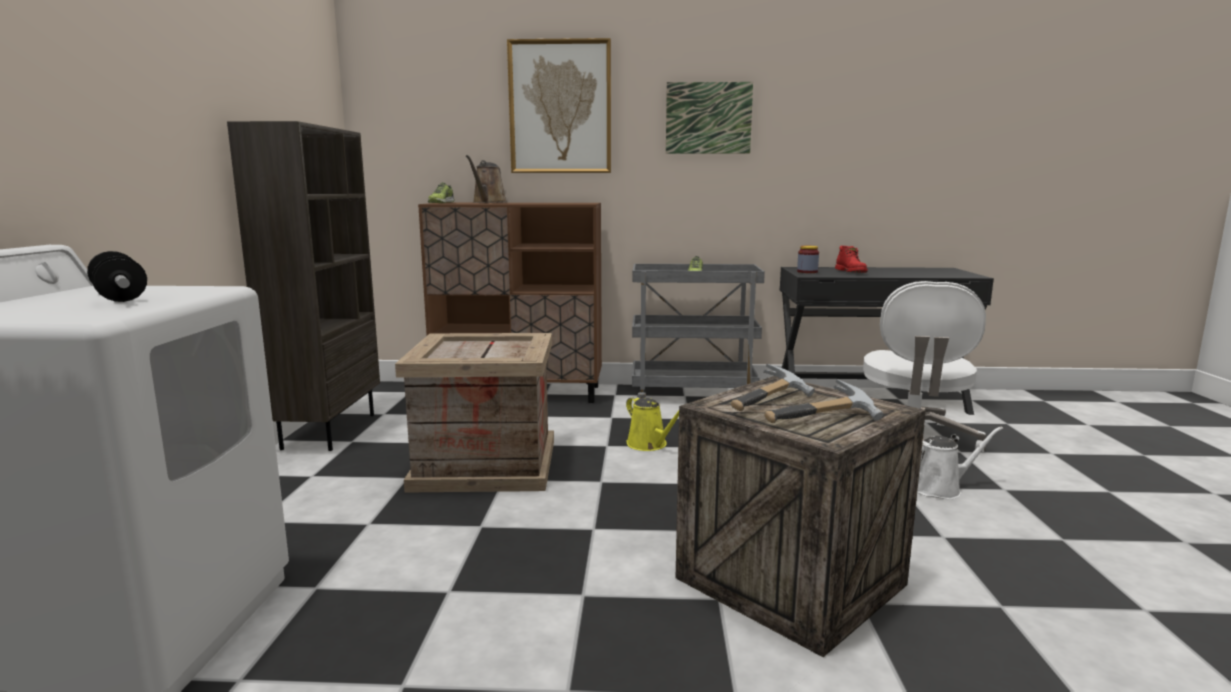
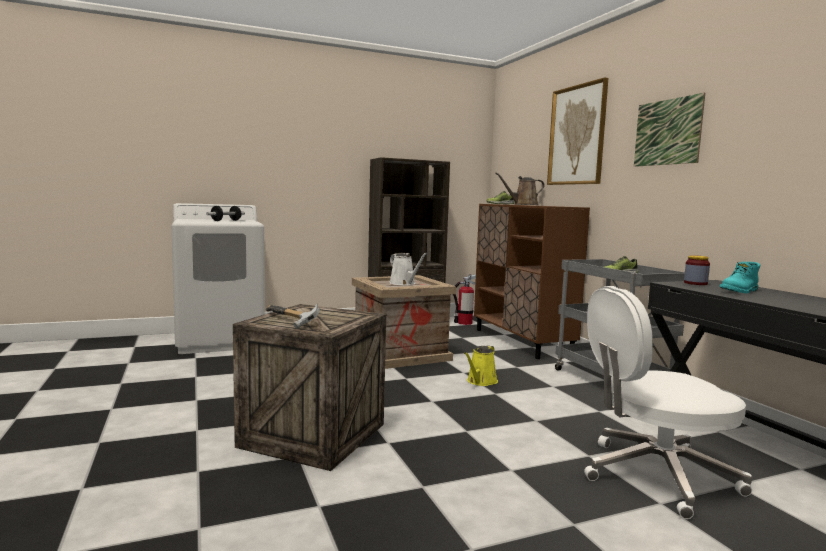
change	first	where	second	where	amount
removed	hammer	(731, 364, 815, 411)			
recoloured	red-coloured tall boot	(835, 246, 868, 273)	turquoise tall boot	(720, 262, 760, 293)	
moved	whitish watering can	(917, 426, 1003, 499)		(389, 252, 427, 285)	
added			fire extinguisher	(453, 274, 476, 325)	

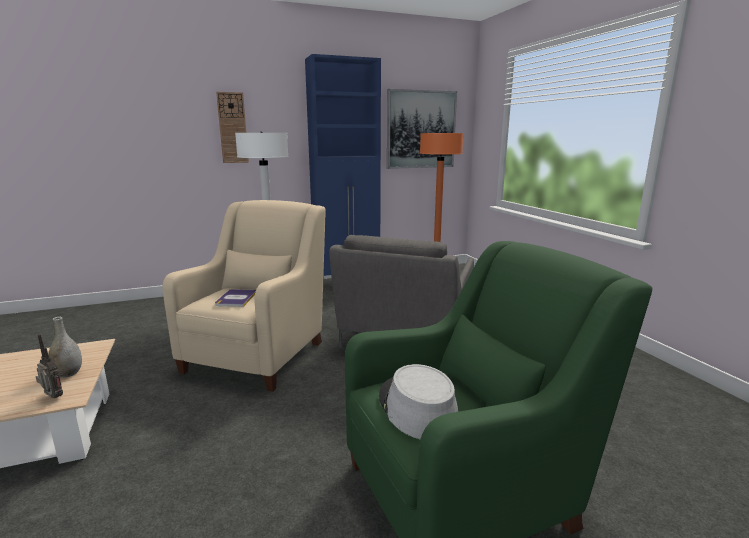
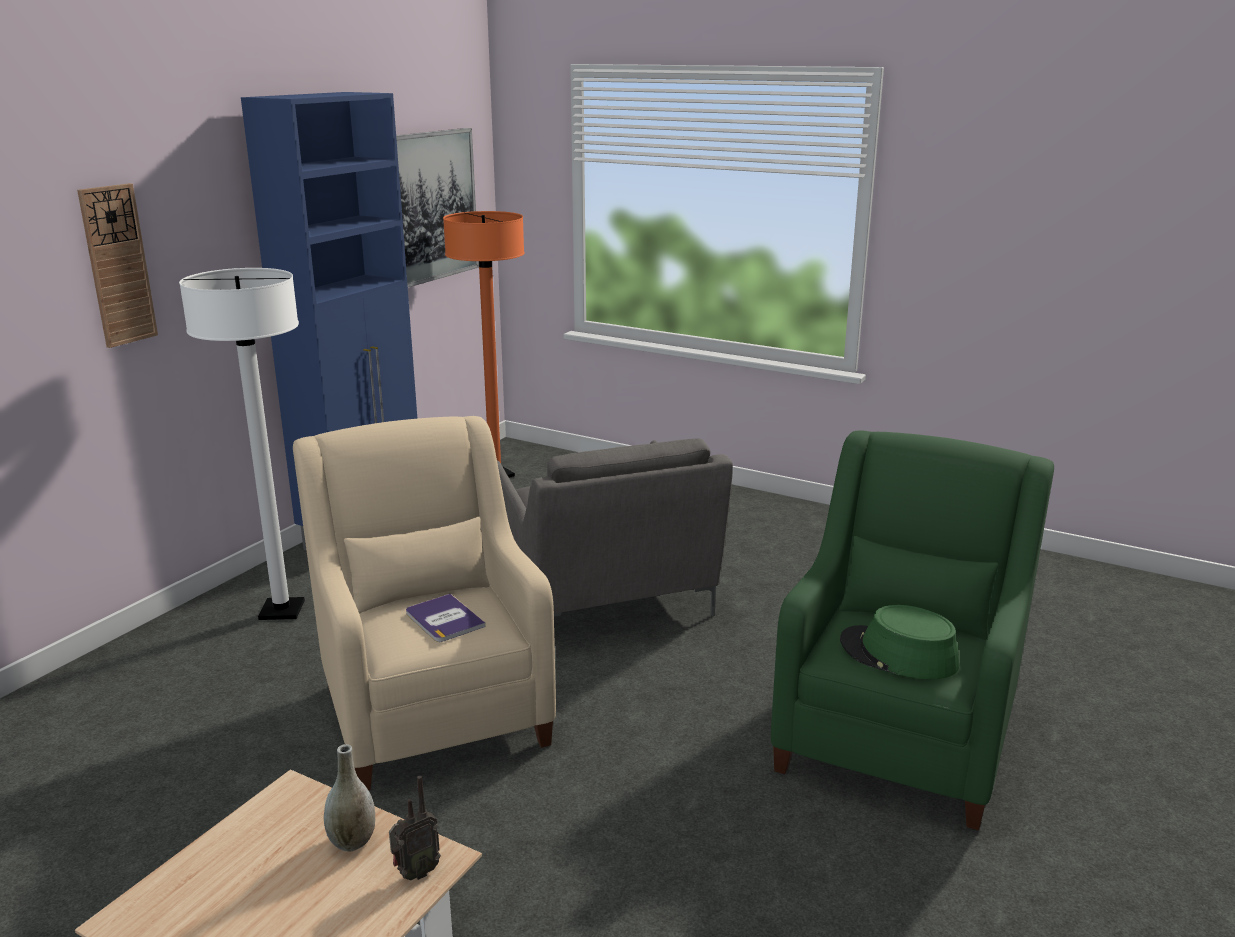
change	first	where	second	where	amount
turned	radio set	(36, 334, 63, 398)		(389, 776, 441, 880)	150 degrees clockwise
recoloured	greyish hat	(379, 364, 458, 439)	green-coloured hat	(840, 605, 959, 679)	

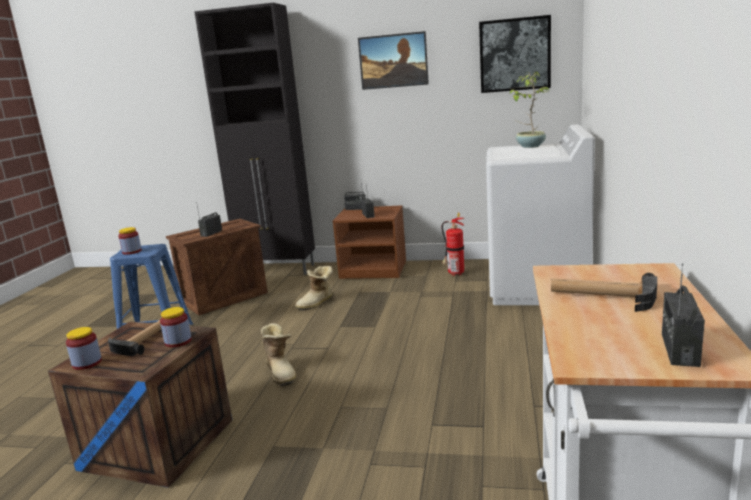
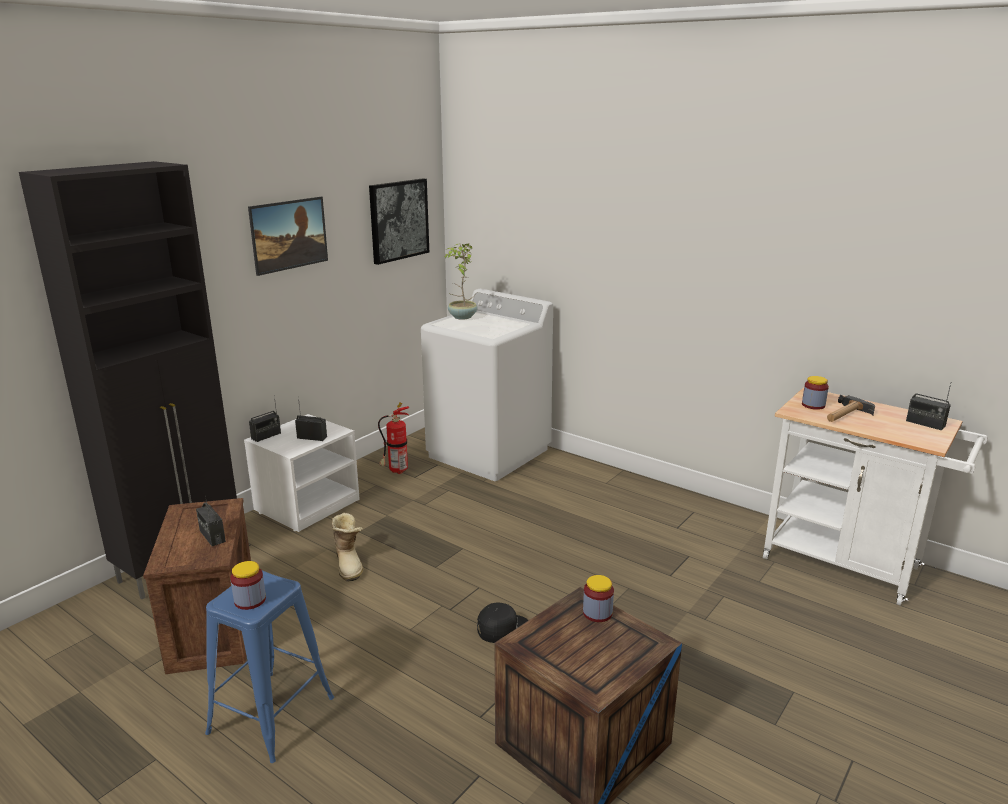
change	first	where	second	where	amount
moved	preserve jar	(66, 327, 102, 370)		(802, 376, 829, 410)	
removed	hammer	(108, 320, 161, 356)			
replaced	tall boot	(261, 323, 296, 386)	blackish cap	(477, 603, 529, 643)	
recoloured	brown nightstand	(333, 205, 406, 279)	whitish nightstand	(244, 414, 360, 532)	

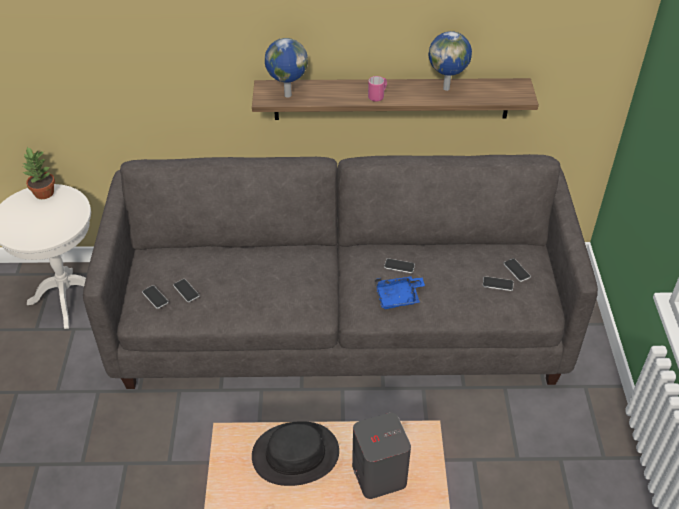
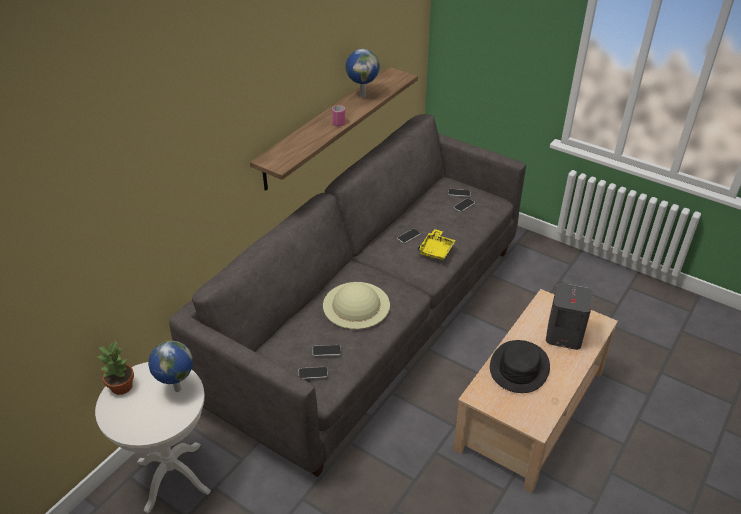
change	first	where	second	where	amount
moved	globe	(265, 38, 308, 98)		(148, 341, 193, 392)	
recoloured	bluish carrying tray	(375, 276, 425, 309)	yellow carrying tray	(418, 229, 456, 260)	
added			sand-coloured hat	(323, 282, 390, 329)	

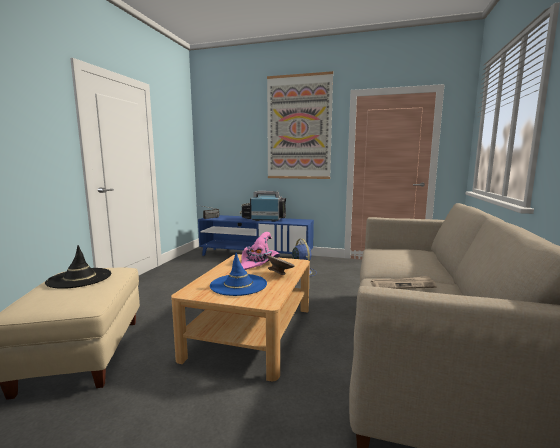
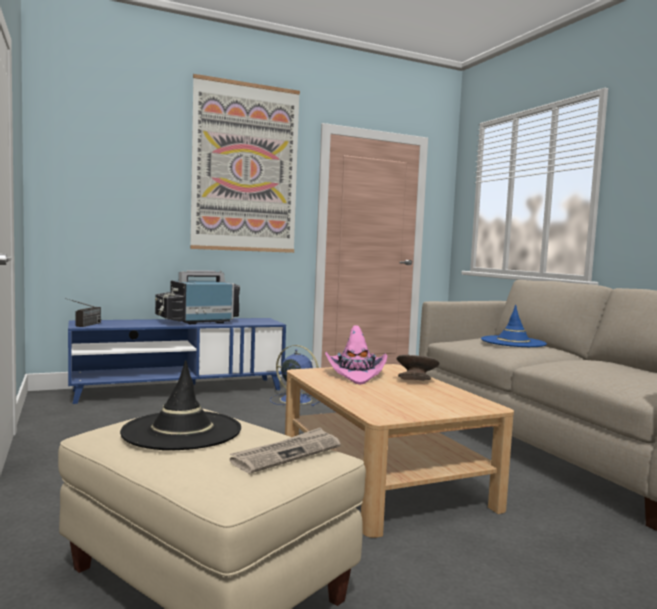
change	first	where	second	where	amount
moved	bluish hat	(210, 252, 267, 296)		(481, 305, 547, 347)	
moved	daily paper	(371, 276, 437, 289)		(230, 427, 341, 473)	

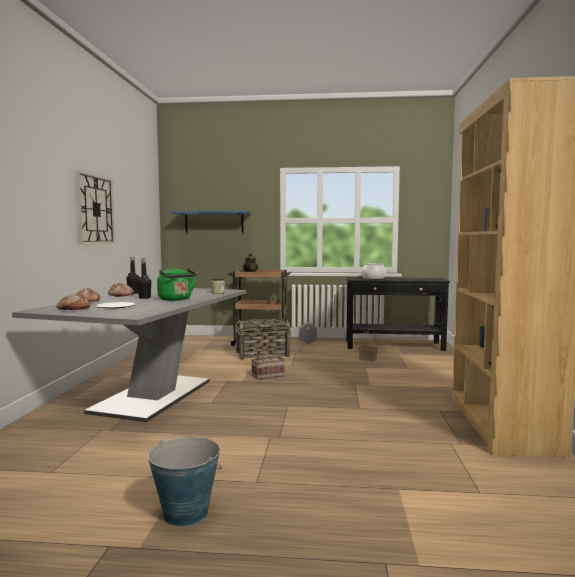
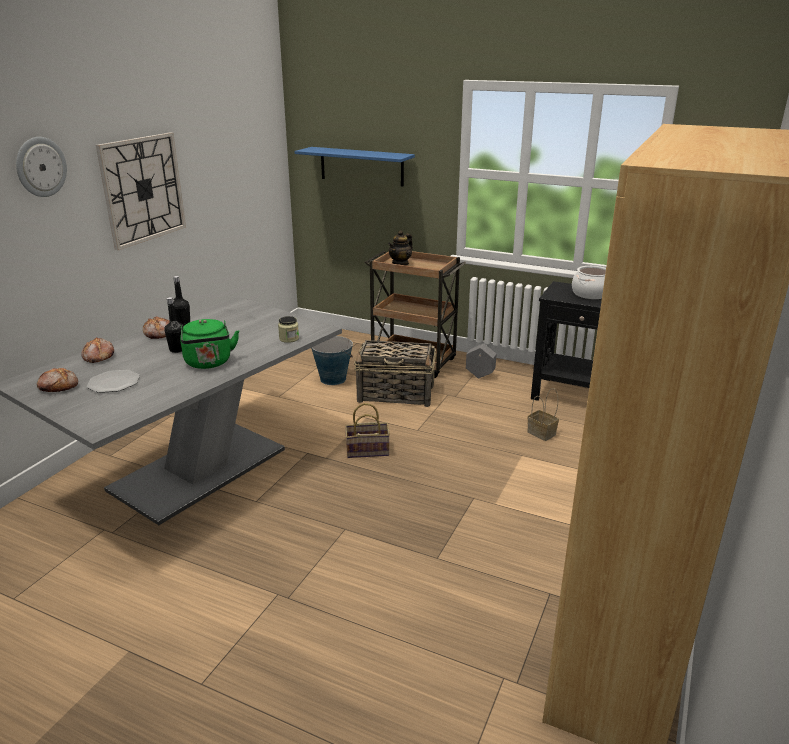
change	first	where	second	where	amount
moved	bucket	(148, 437, 222, 527)		(311, 336, 353, 385)	
added			wall clock	(16, 137, 67, 197)	

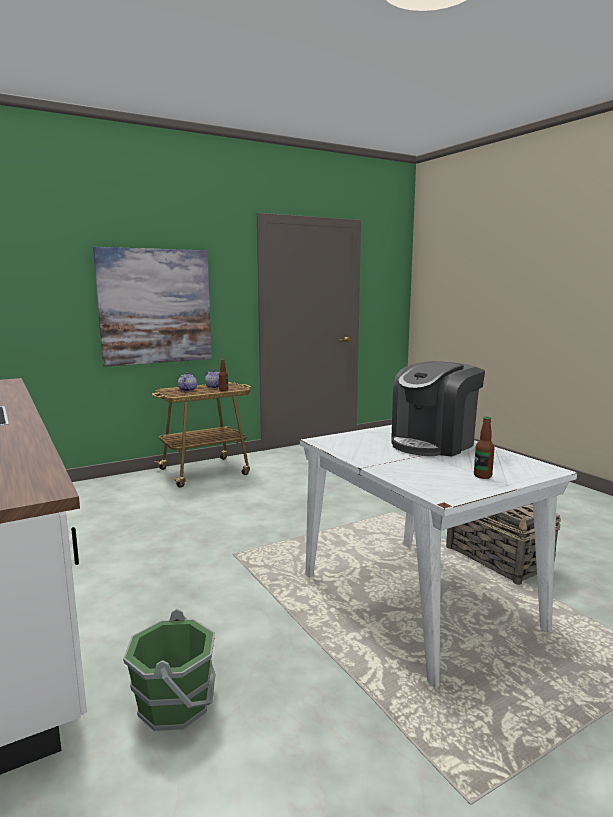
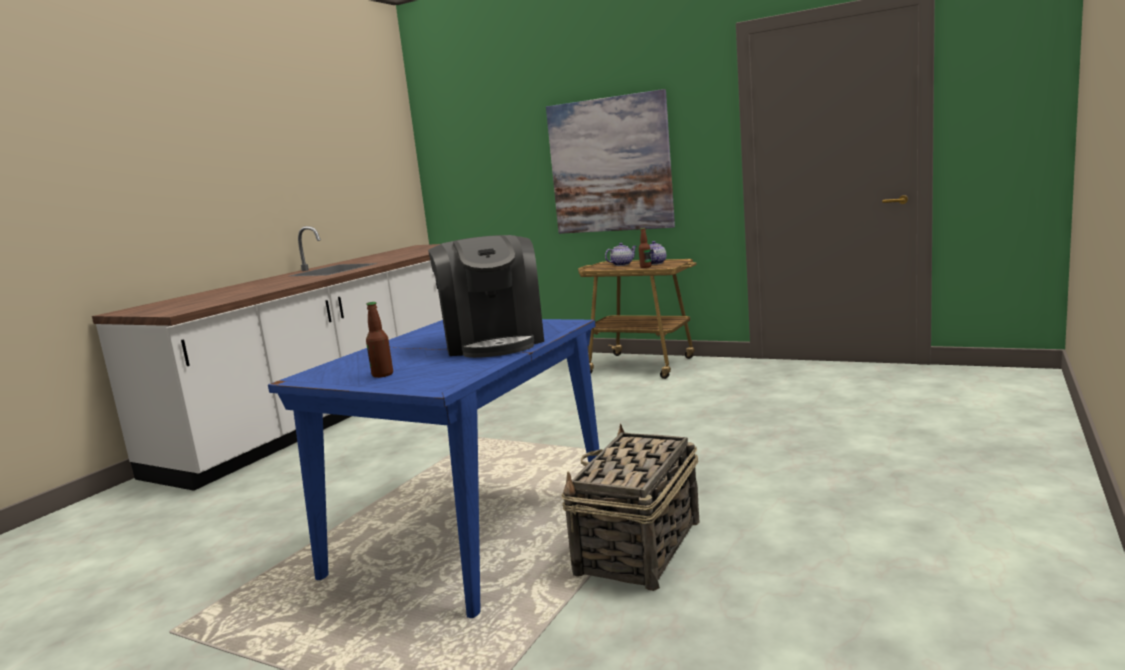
change	first	where	second	where	amount
removed	green-coloured bucket	(123, 609, 216, 731)			
recoloured	whitish dining table	(300, 425, 578, 687)	bluish dining table	(268, 319, 599, 618)	
turned	coffee maker	(391, 361, 485, 457)		(428, 235, 544, 358)	120 degrees counterclockwise

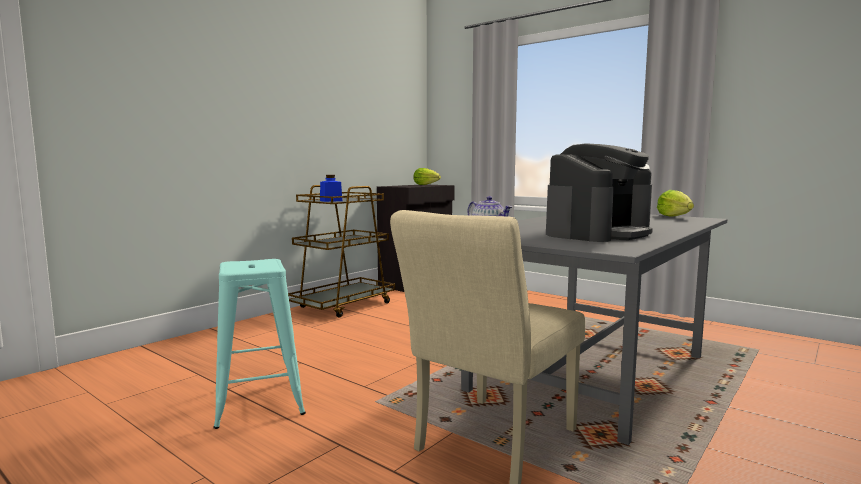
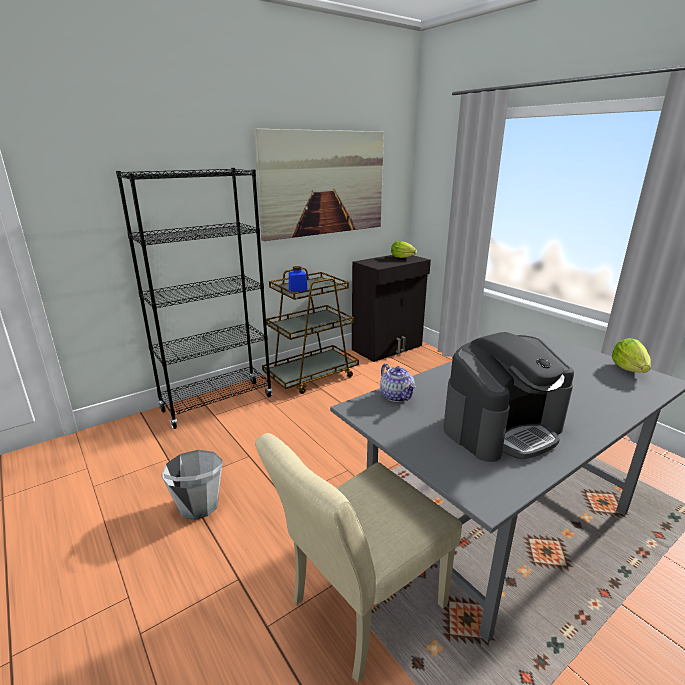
change	first	where	second	where	amount
replaced	turquoise sitting stool	(213, 259, 306, 429)	greyish bucket	(161, 450, 223, 520)	
added			blackish bookshelf	(116, 168, 272, 429)	
added			wall art	(254, 128, 384, 241)	

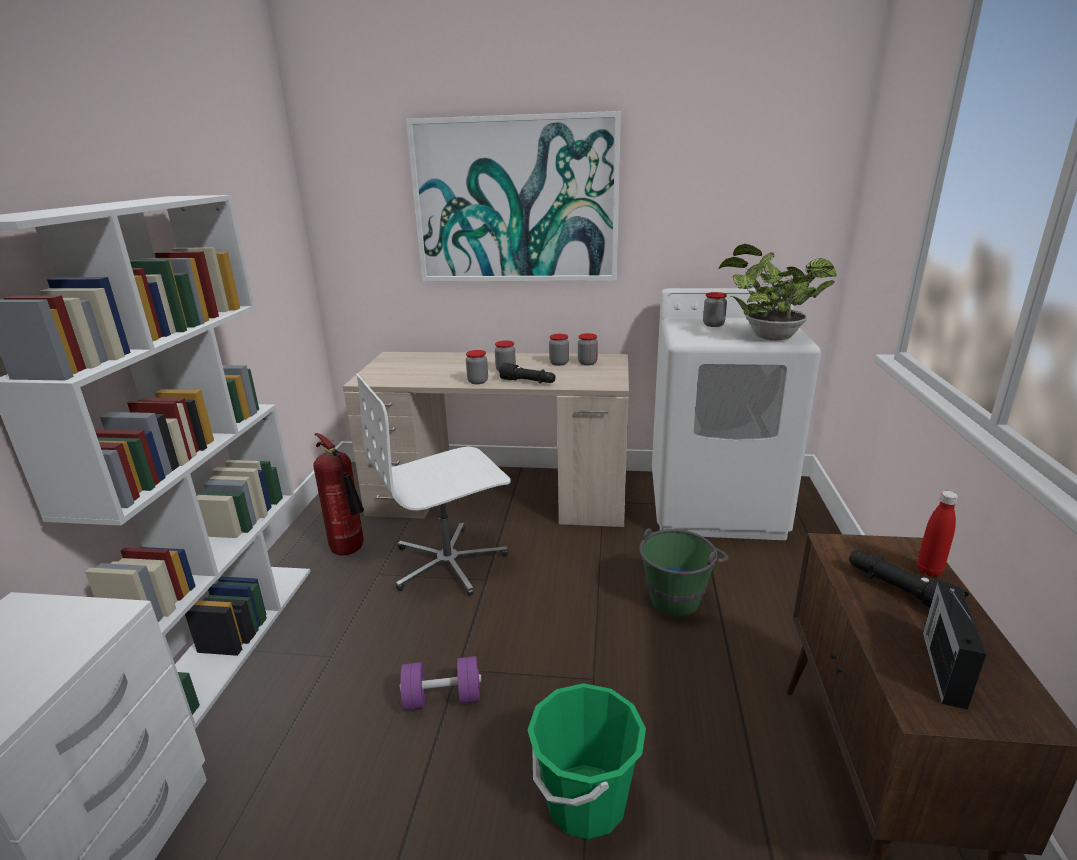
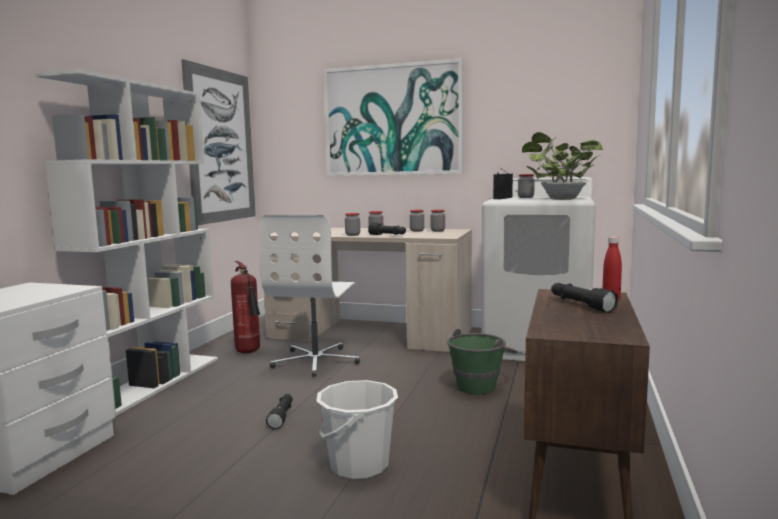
change	first	where	second	where	amount
turned	whitish desk chair	(356, 373, 511, 596)		(259, 215, 360, 377)	60 degrees counterclockwise
replaced	purplish dumbbell	(400, 656, 482, 711)	blackish hand torch	(266, 394, 293, 429)	
recoloured	green-coloured bucket	(527, 683, 646, 839)	whitish bucket	(317, 380, 398, 479)	
moved	radio set	(923, 582, 987, 710)		(493, 167, 513, 199)	
added			wall art	(181, 59, 256, 225)	

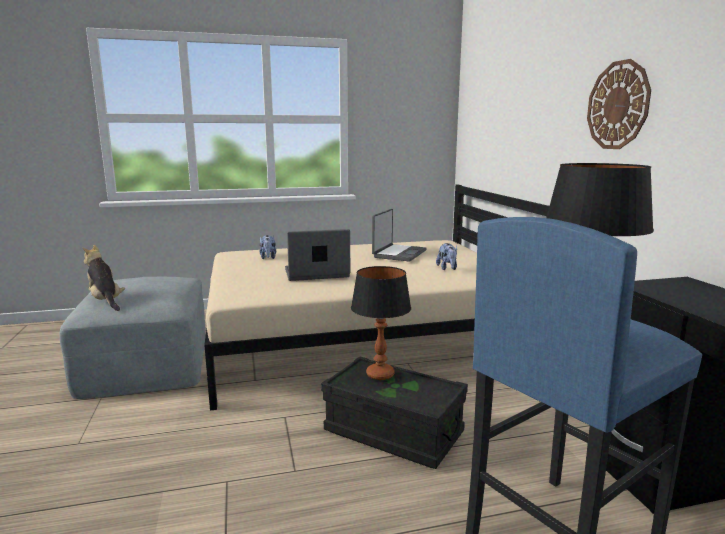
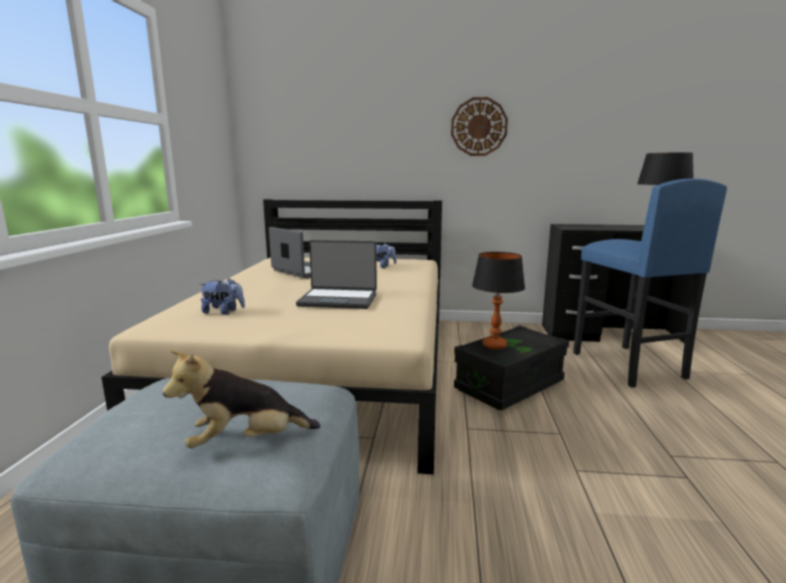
change	first	where	second	where	amount
turned	laptop	(285, 229, 350, 281)		(296, 240, 377, 309)	90 degrees counterclockwise

